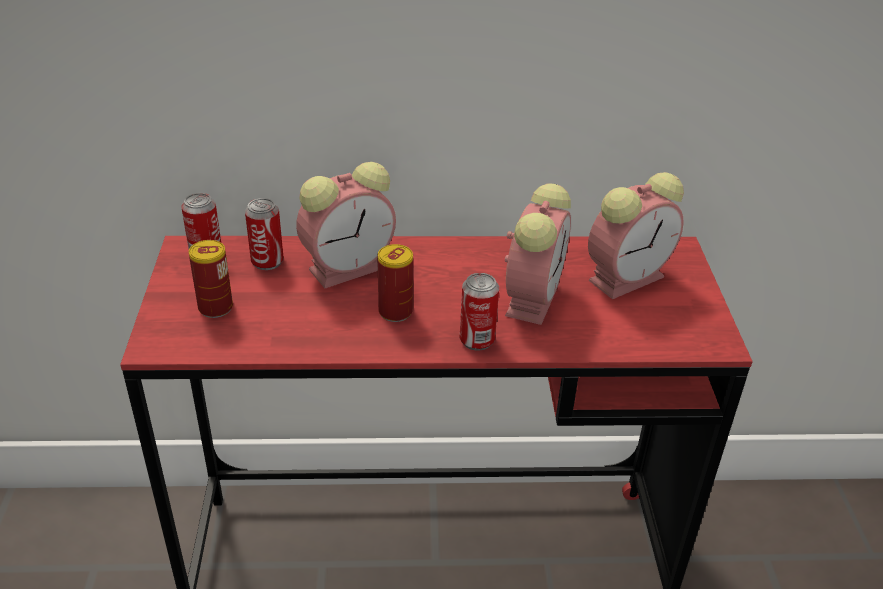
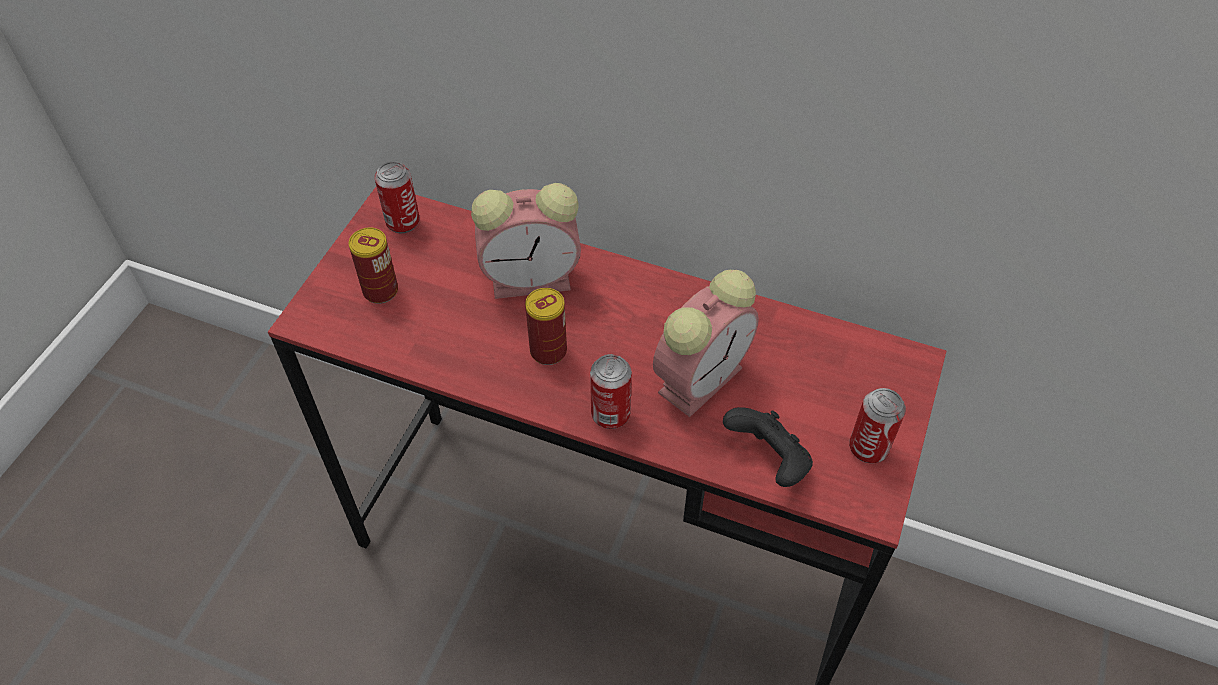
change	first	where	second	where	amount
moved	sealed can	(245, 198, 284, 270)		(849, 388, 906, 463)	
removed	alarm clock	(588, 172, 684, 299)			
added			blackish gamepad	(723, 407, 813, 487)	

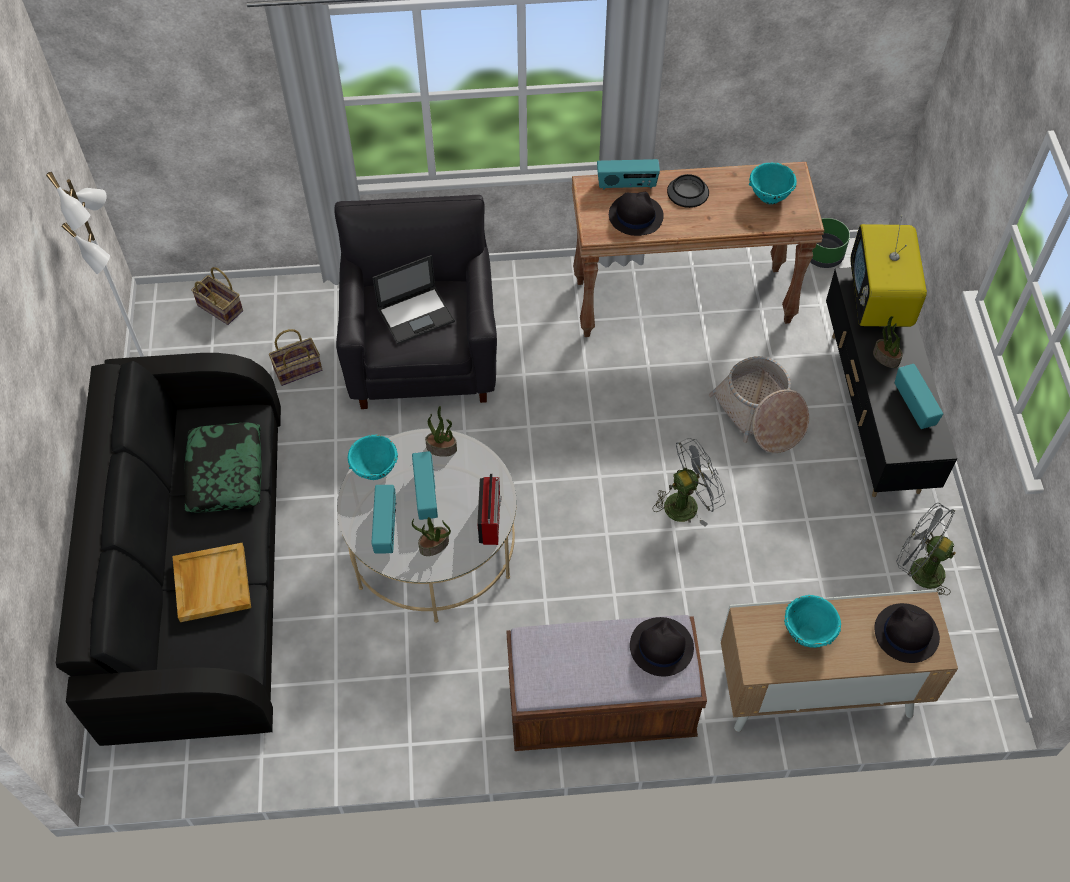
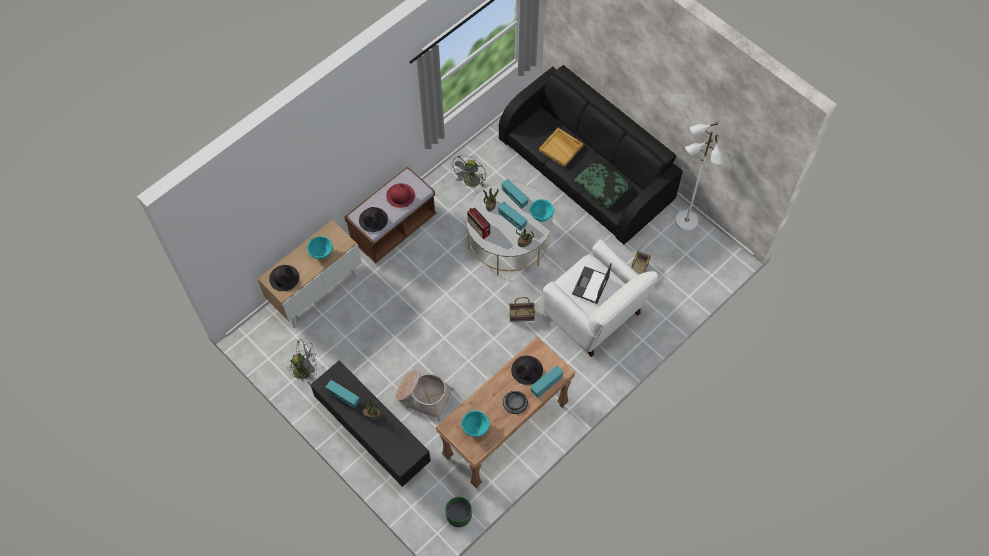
change	first	where	second	where	amount
moved	household basket	(191, 267, 243, 325)		(509, 297, 535, 322)	
recoloured	blackish lounge chair	(334, 195, 497, 409)	whitish lounge chair	(542, 239, 658, 357)	
moved	greyish cooling fan	(653, 438, 726, 527)		(450, 155, 486, 188)	
removed	TV	(850, 215, 927, 327)			
added			red-coloured hat	(386, 183, 415, 208)	

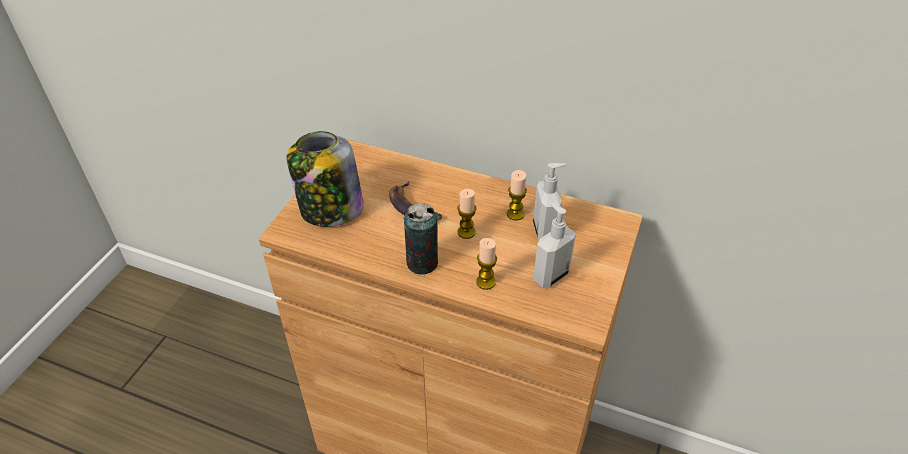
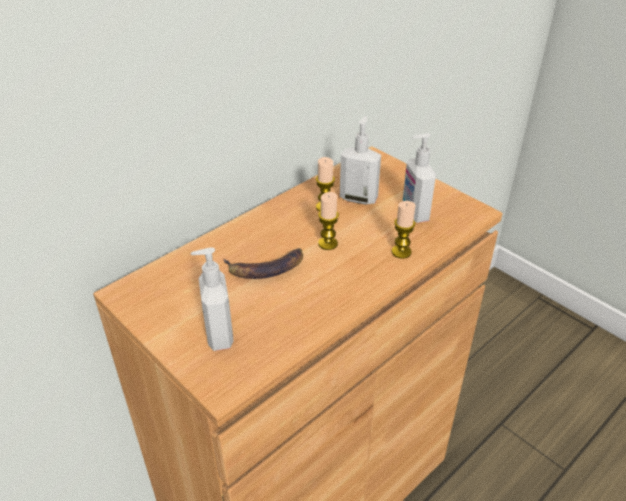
change	first	where	second	where	amount
replaced	preserve jar	(287, 131, 364, 227)	liquid soap bottle	(191, 247, 234, 351)	
removed	sealed can	(404, 203, 438, 275)			

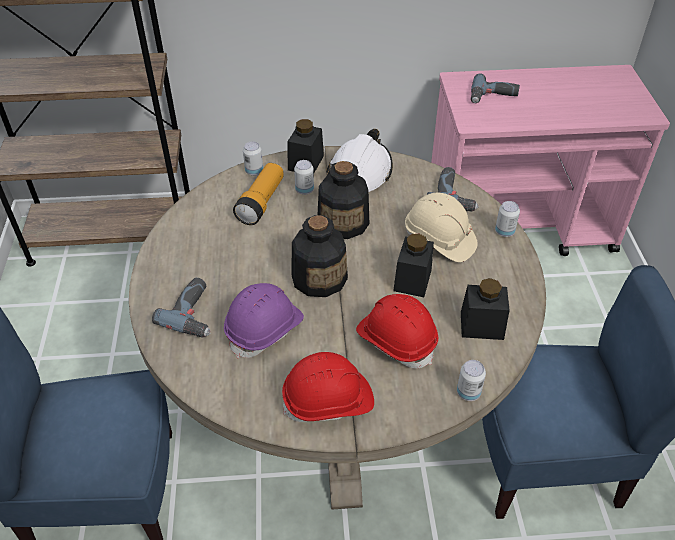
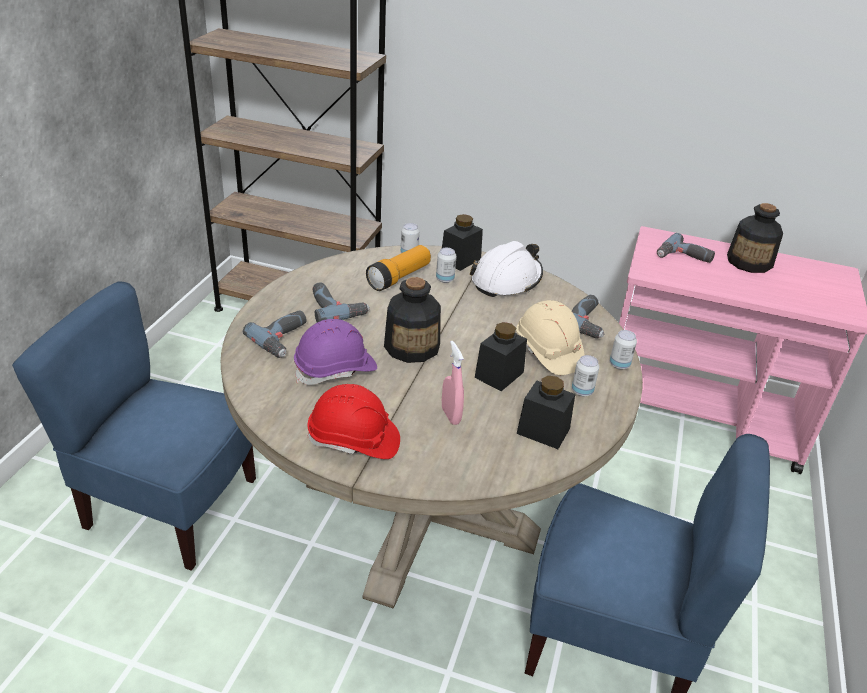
change	first	where	second	where	amount
moved	beverage bottle	(318, 161, 369, 239)		(727, 203, 783, 273)	
replaced	red-coloured work helmet	(356, 294, 438, 368)	pink-coloured hand sprayer	(442, 341, 464, 425)	
moved	sealed can	(457, 360, 486, 401)		(572, 355, 599, 397)	
added			electric drill	(312, 282, 370, 322)	

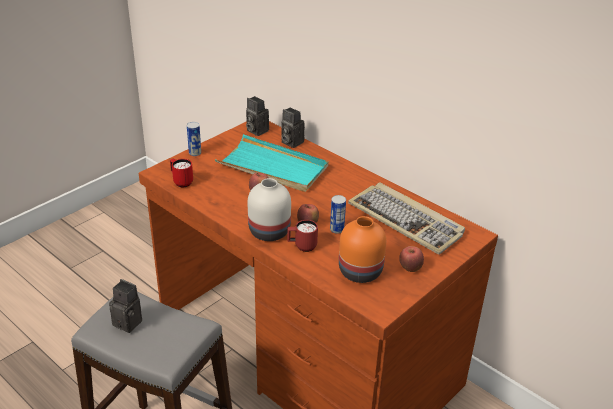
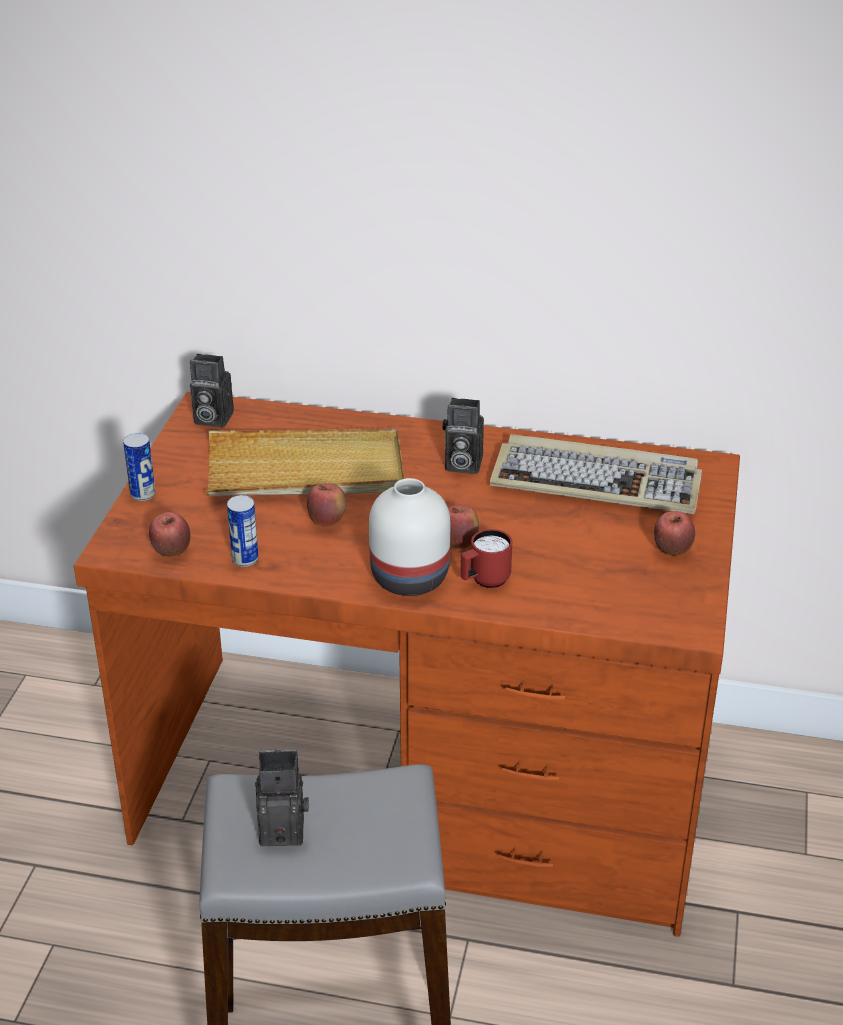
change	first	where	second	where	amount
replaced	red-coloured tea mug	(170, 159, 193, 187)	apple	(149, 512, 191, 557)	
recoloured	turquoise carrying tray	(215, 134, 328, 192)	sand-coloured carrying tray	(206, 429, 404, 496)	
moved	still camera	(281, 107, 305, 148)		(442, 398, 484, 474)	
moved	sealed can	(330, 195, 346, 234)		(227, 495, 258, 567)	
removed	orange decorative vase	(339, 216, 386, 283)			

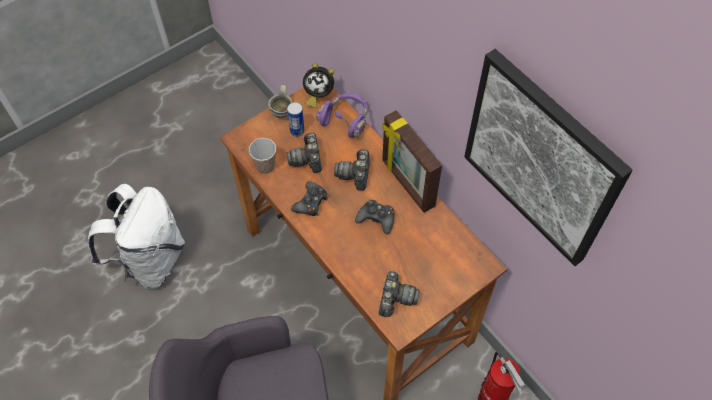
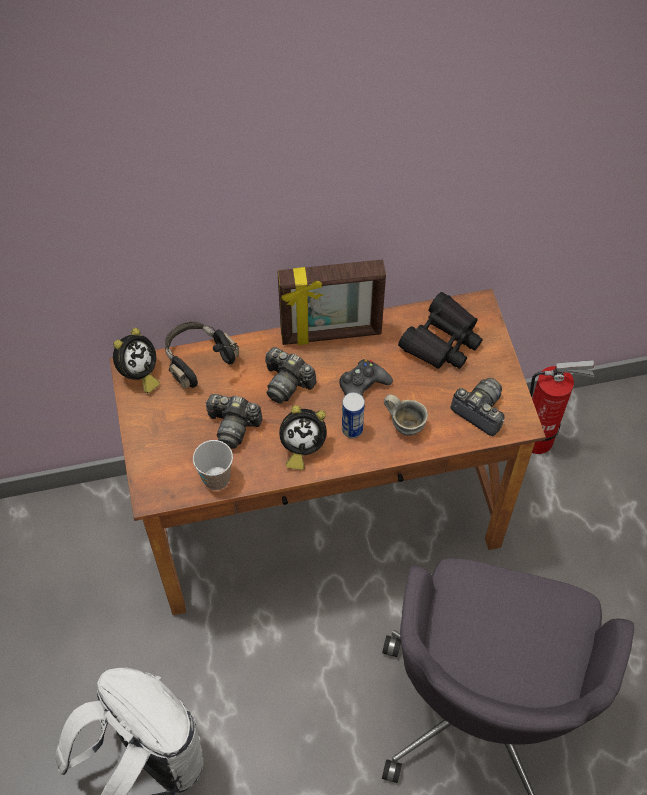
change	first	where	second	where	amount
moved	greyish tea mug	(268, 85, 293, 118)		(384, 394, 428, 435)	
moved	sealed can	(287, 102, 305, 137)		(342, 392, 365, 438)	
replaced	blackish gamepad	(291, 181, 328, 216)	alarm clock	(279, 405, 327, 470)	
recoloured	purplish headphones	(316, 93, 367, 138)	blackish headphones	(165, 322, 239, 389)	
removed	wall art	(464, 49, 633, 266)			
added			blackish field glasses	(398, 292, 483, 369)	

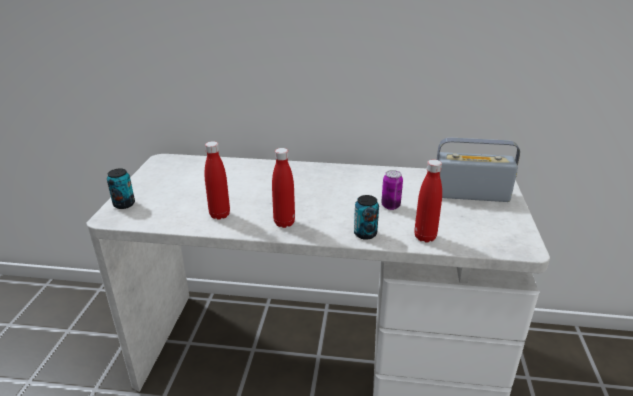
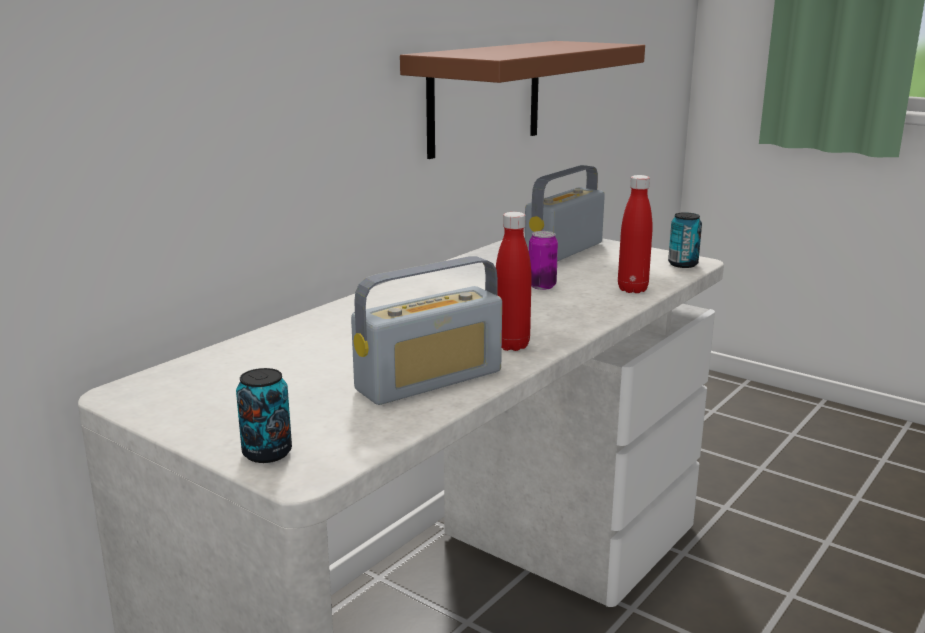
change	first	where	second	where	amount
replaced	red-coloured beverage bottle	(205, 141, 230, 220)	radio set	(351, 256, 502, 405)	
moved	sealed can	(354, 195, 379, 240)		(668, 212, 702, 268)	
added			brown shelf	(400, 41, 645, 159)	

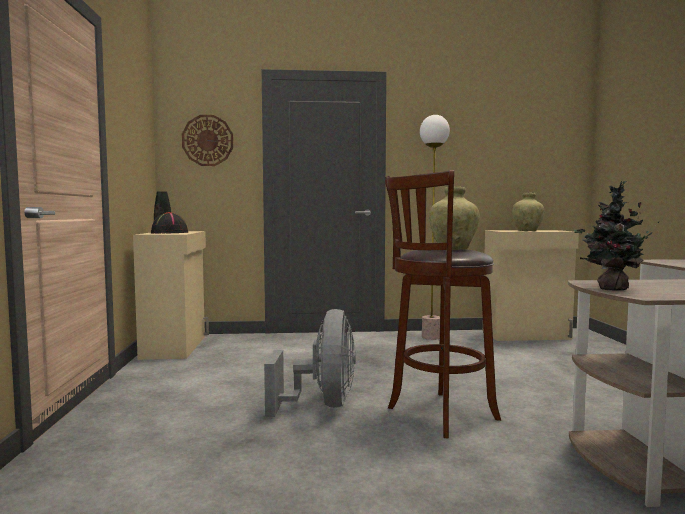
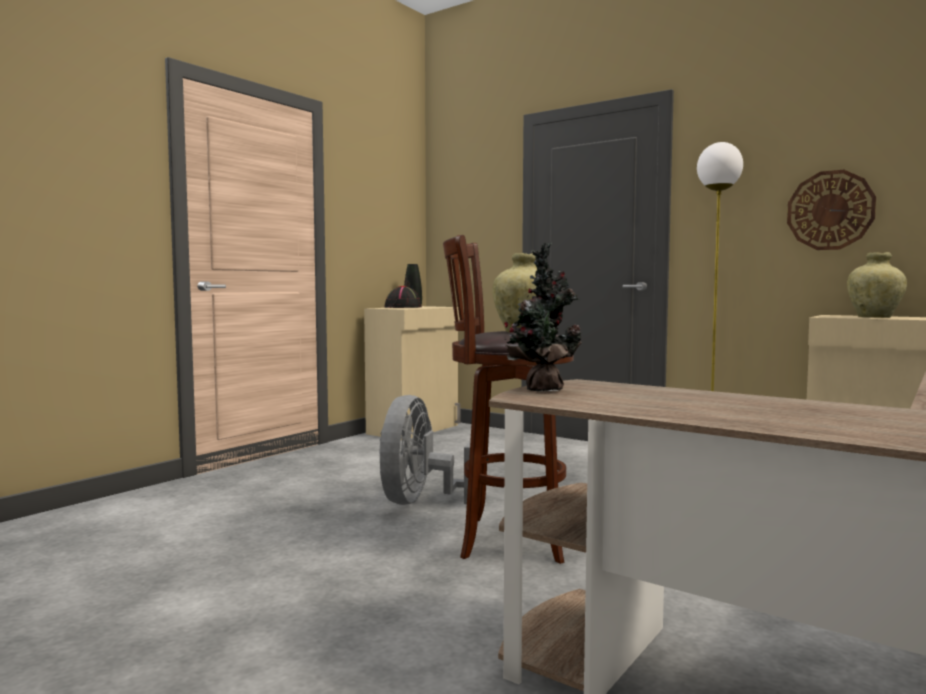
change	first	where	second	where	amount
moved	wall clock	(182, 115, 233, 166)		(787, 170, 876, 250)	
turned	greyish cooling fan	(264, 309, 356, 417)		(380, 395, 470, 505)	150 degrees clockwise

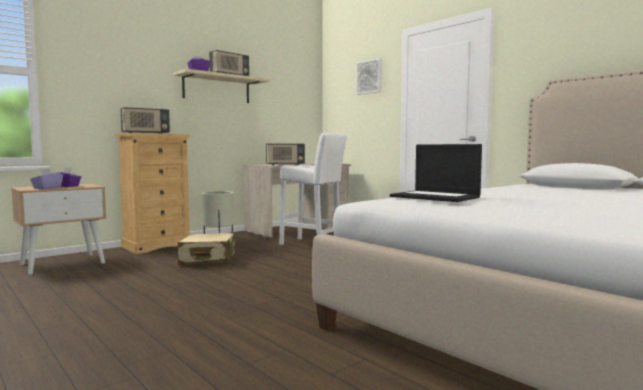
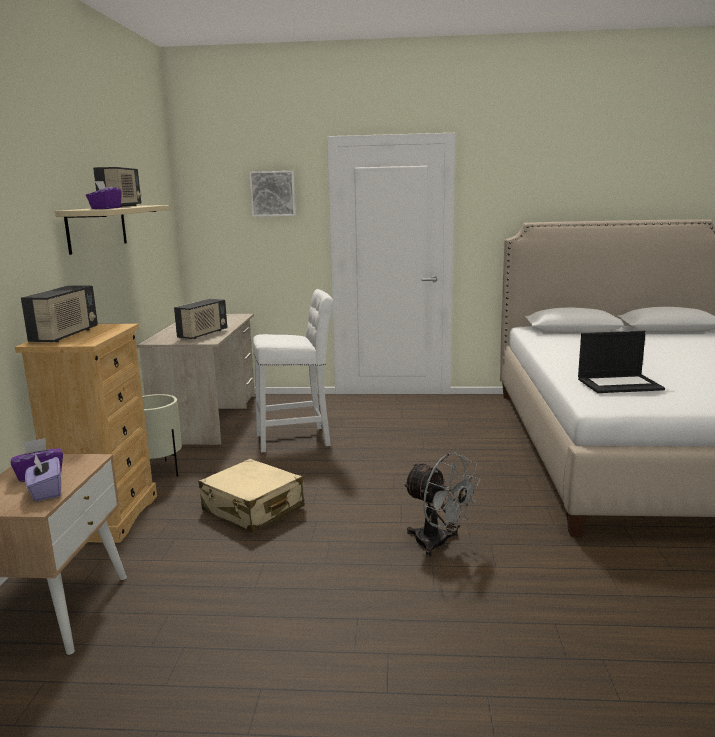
change	first	where	second	where	amount
added			greyish cooling fan	(403, 452, 481, 557)	

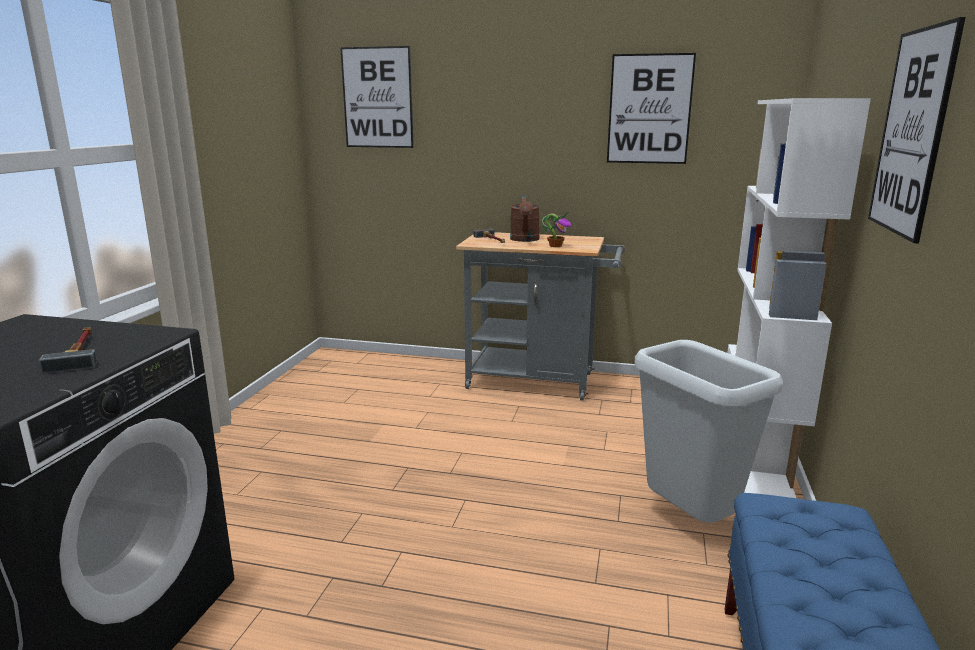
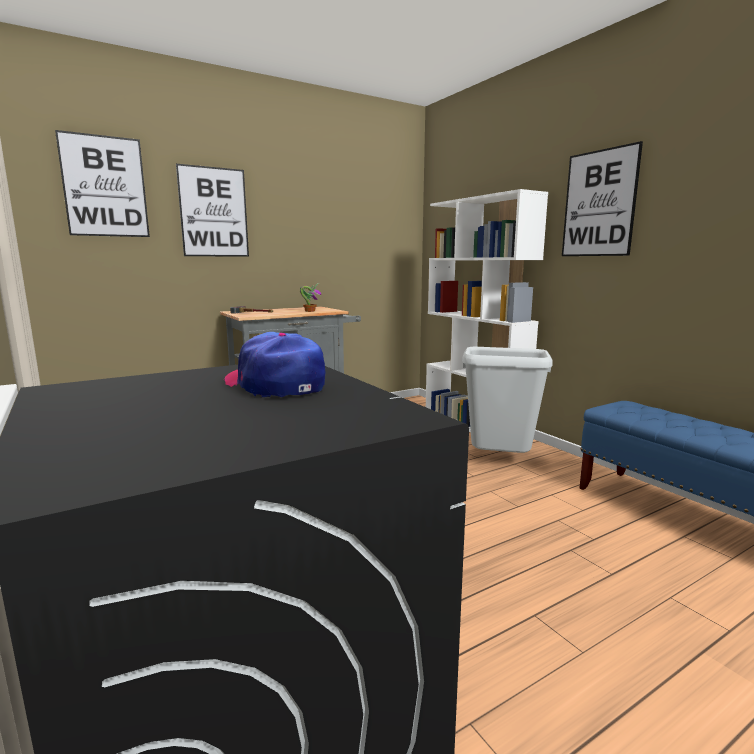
change	first	where	second	where	amount
replaced	hammer	(39, 327, 97, 373)	cap	(224, 332, 326, 397)	
removed	brown watering can	(510, 195, 540, 242)			
moved	wall art	(607, 53, 696, 164)		(176, 164, 249, 257)	

